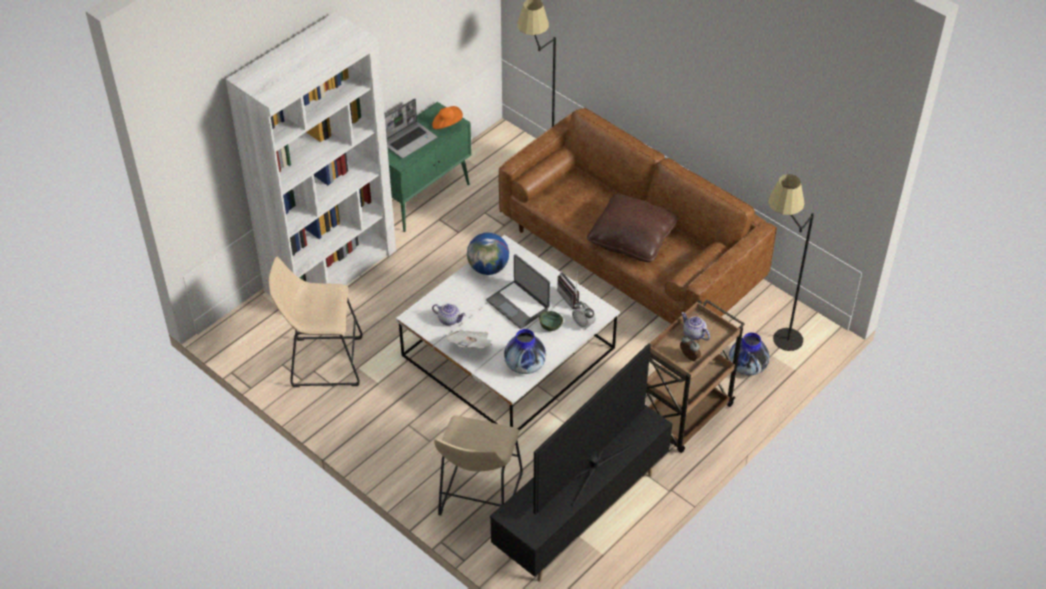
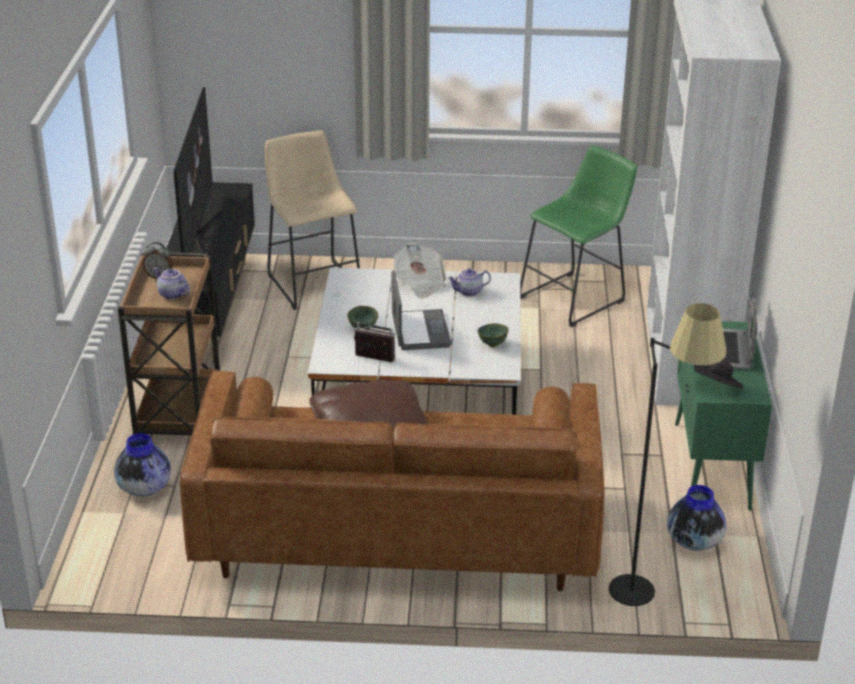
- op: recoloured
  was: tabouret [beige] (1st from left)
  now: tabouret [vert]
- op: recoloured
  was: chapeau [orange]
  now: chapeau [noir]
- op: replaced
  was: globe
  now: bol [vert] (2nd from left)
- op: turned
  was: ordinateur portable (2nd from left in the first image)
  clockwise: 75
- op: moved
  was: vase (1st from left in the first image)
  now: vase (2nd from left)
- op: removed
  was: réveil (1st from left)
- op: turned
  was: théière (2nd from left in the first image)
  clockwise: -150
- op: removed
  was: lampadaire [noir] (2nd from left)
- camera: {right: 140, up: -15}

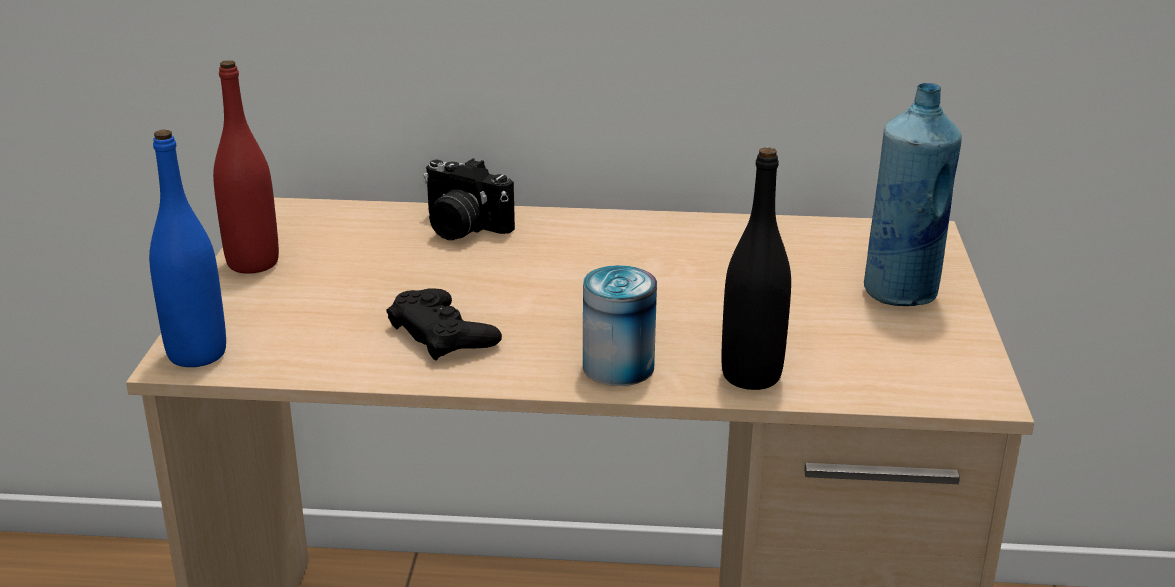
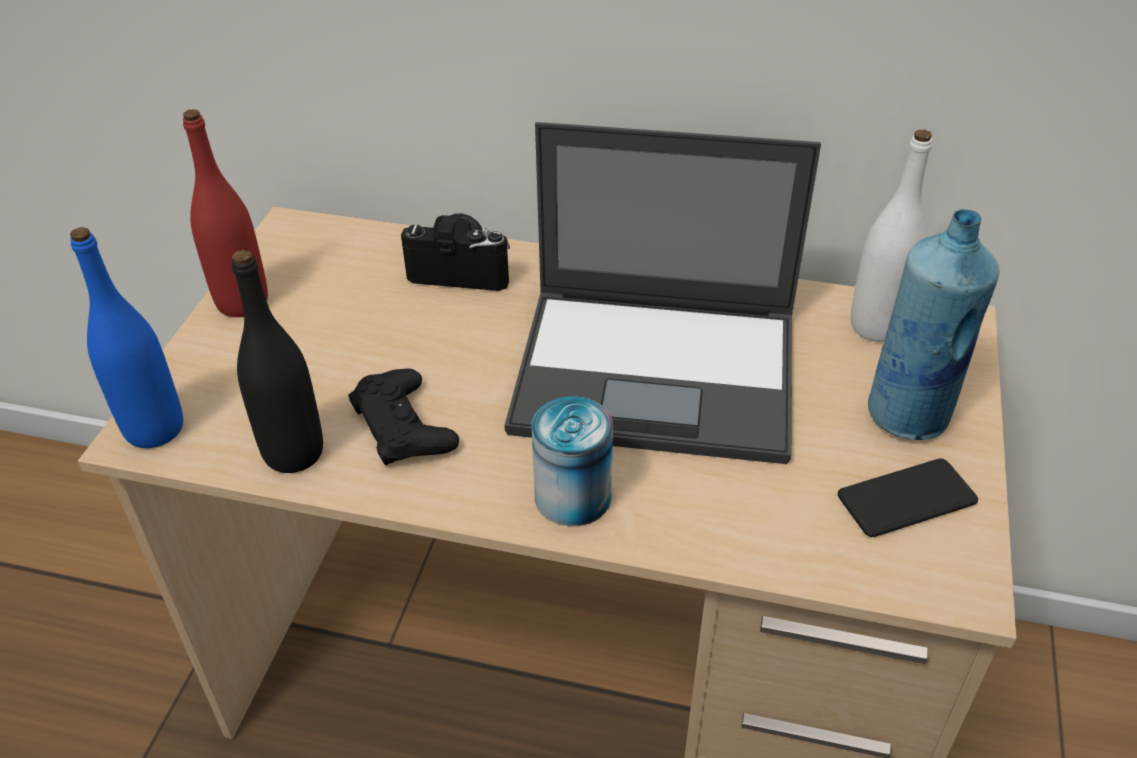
- op: turned
  was: appareil photo
  clockwise: 150
- op: moved
  was: bouteille [noir]
- op: added
  now: ordinateur portable
- op: added
  now: téléphone
- op: added
  now: bouteille [blanc]
- camera: {right: 10, up: 15}

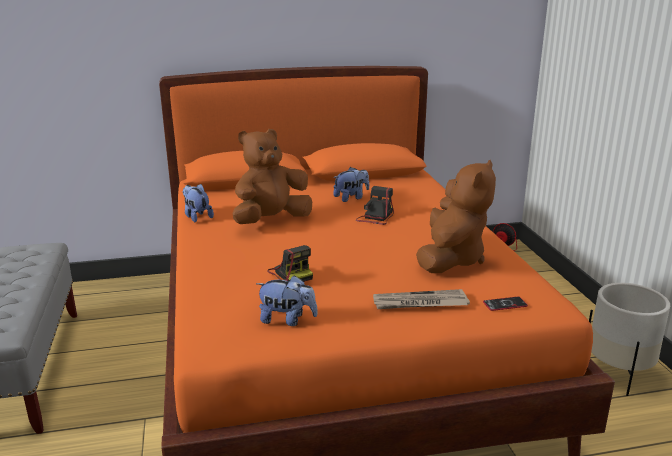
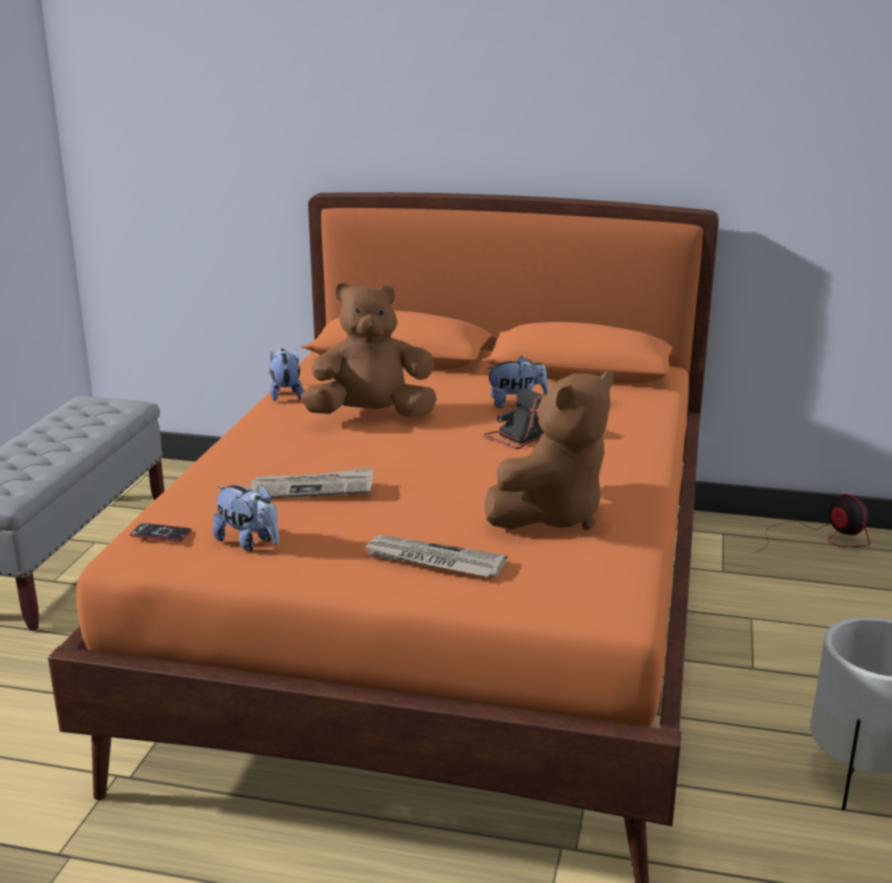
- op: replaced
  was: appareil photo (1st from left)
  now: journal (1st from left)
- op: moved
  was: téléphone
- camera: {right: 25, up: 0}

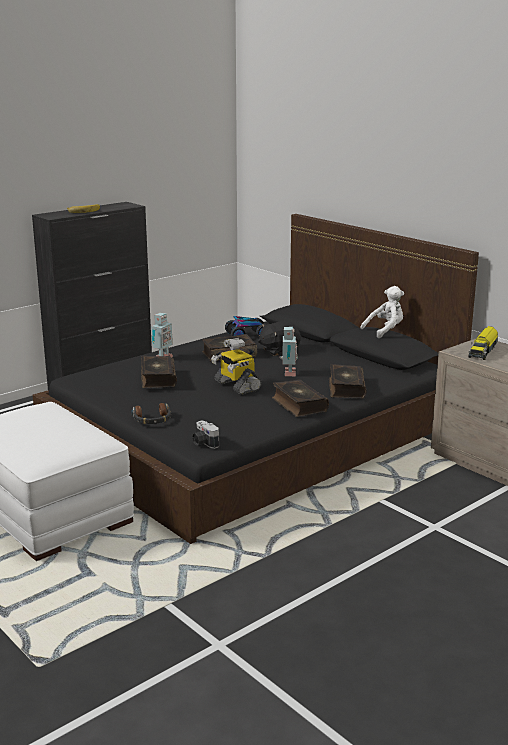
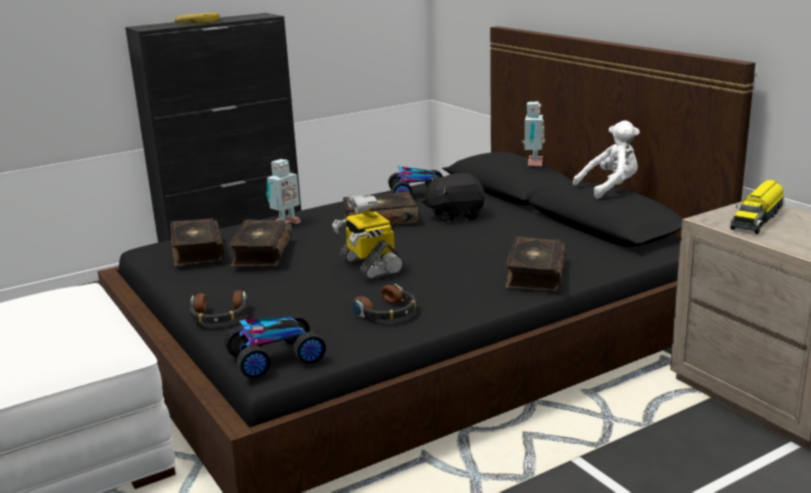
- op: replaced
  was: appareil photo
  now: petite voiture (1st from left)
- op: moved
  was: livre (3rd from left in the first image)
  now: livre (1st from left)
- op: moved
  was: robot jouet (3rd from left)
- op: added
  now: casque audio (2nd from left)
- camera: {right: 10, up: 0}

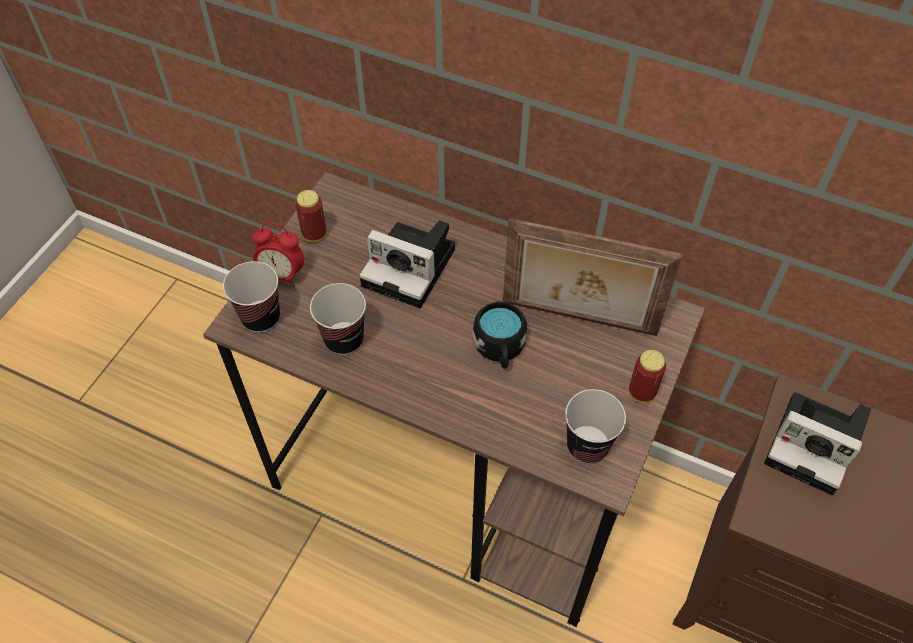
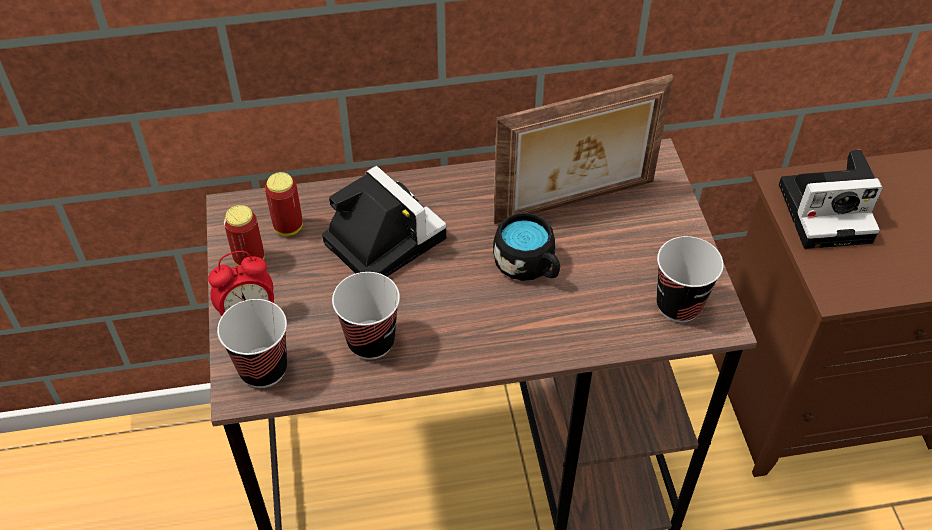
- op: turned
  was: appareil photo (1st from left)
  clockwise: -120
- op: moved
  was: boîte métallique (2nd from left)
- camera: {right: -35, up: -5}

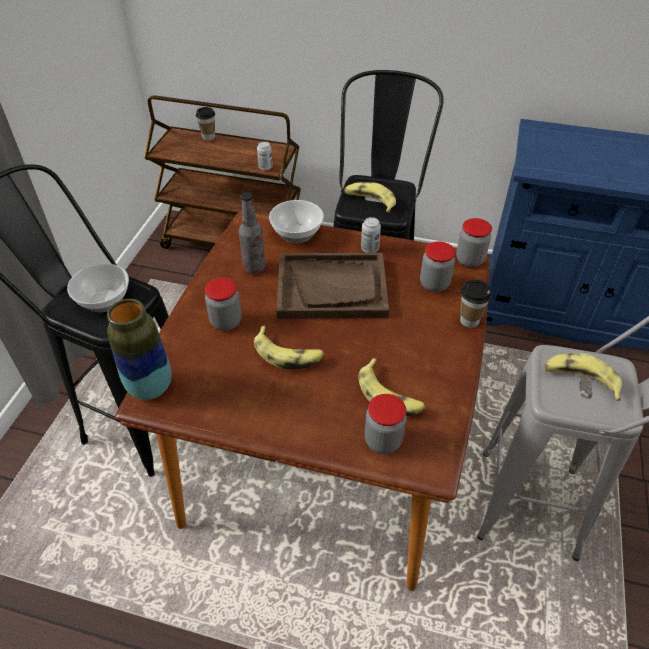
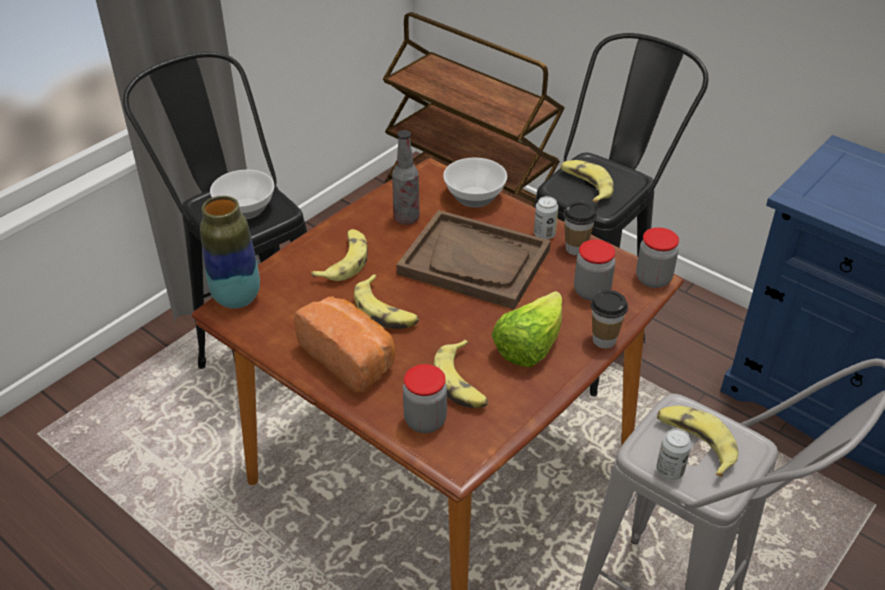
- op: moved
  was: tasse (1st from left)
- op: replaced
  was: bocal (1st from left)
  now: banane (1st from left)
- op: moved
  was: boîte métallique (1st from left in the first image)
  now: boîte métallique (2nd from left)
- op: added
  now: pain
- op: added
  now: laitue
- camera: {right: 25, up: -5}

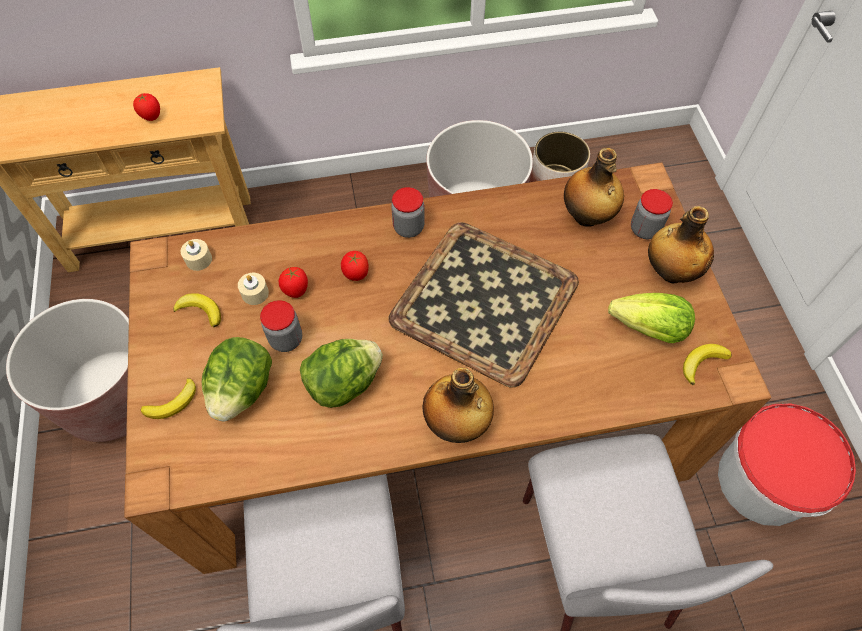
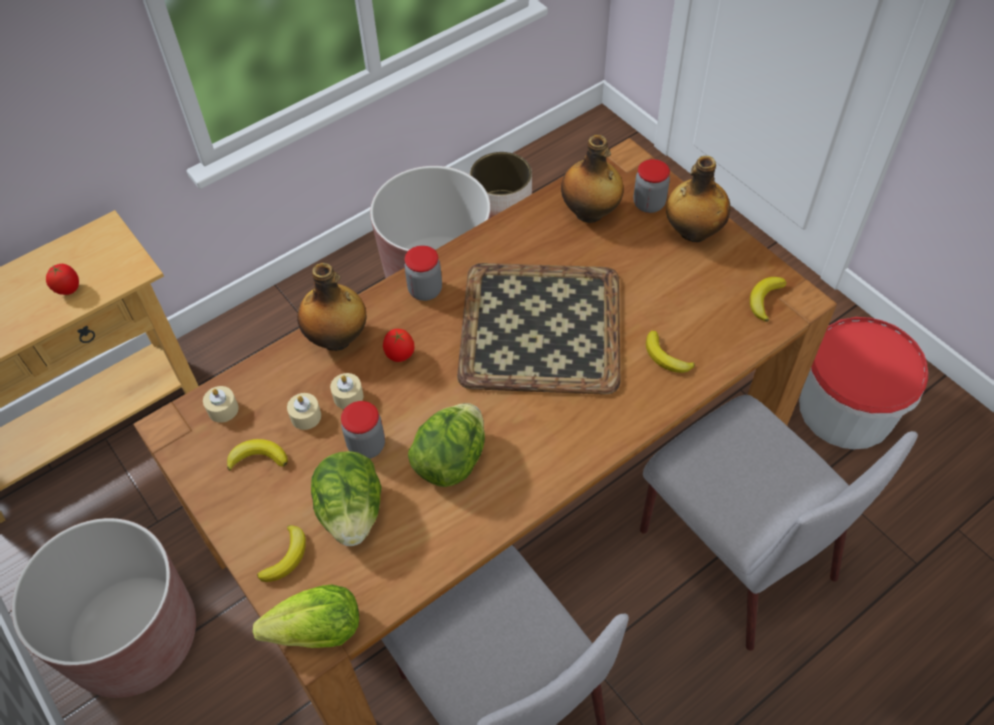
- op: replaced
  was: tomate (2nd from left)
  now: bougie [beige] (3rd from left)
- op: moved
  was: bouteille (1st from left)
- op: moved
  was: laitue (3rd from left in the first image)
  now: laitue (1st from left)
- op: added
  now: banane (3rd from left)
- camera: {right: -25, up: -5}

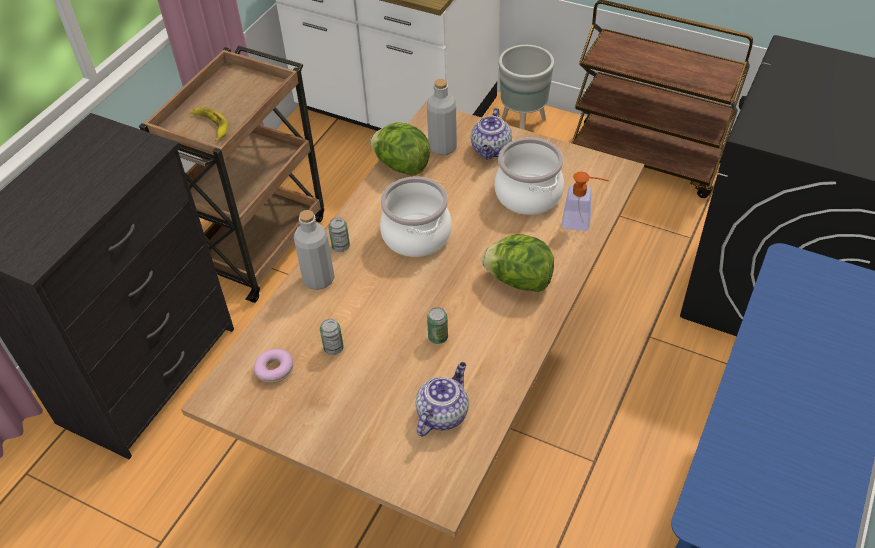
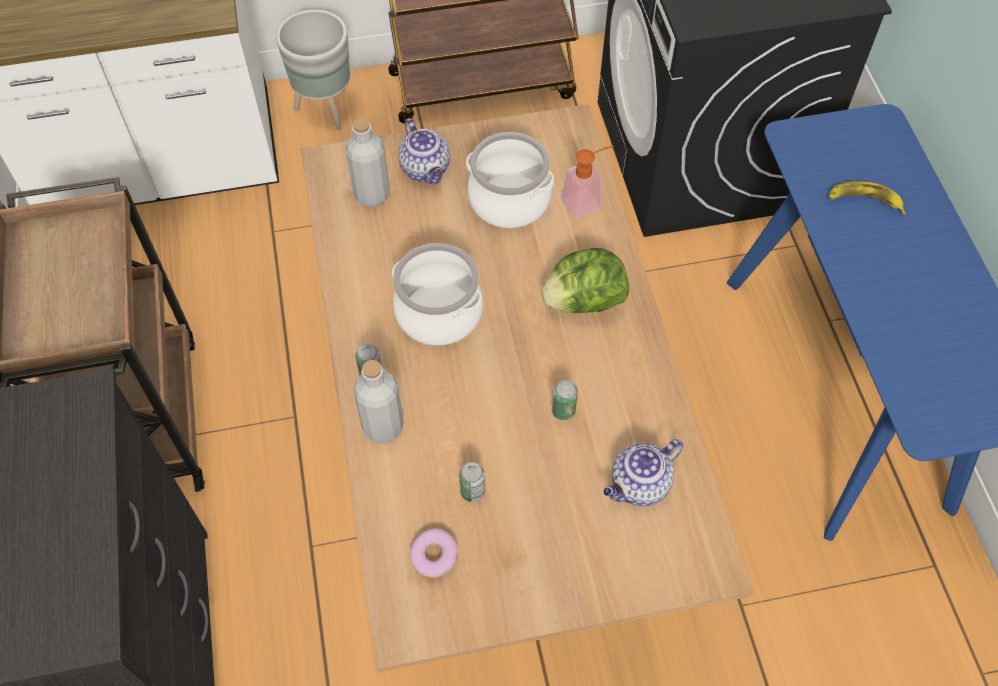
- op: moved
  was: banane
- op: removed
  was: laitue (1st from left)
- op: turned
  was: théière (1st from left in the first image)
  clockwise: -120
- camera: {right: -40, up: 10}

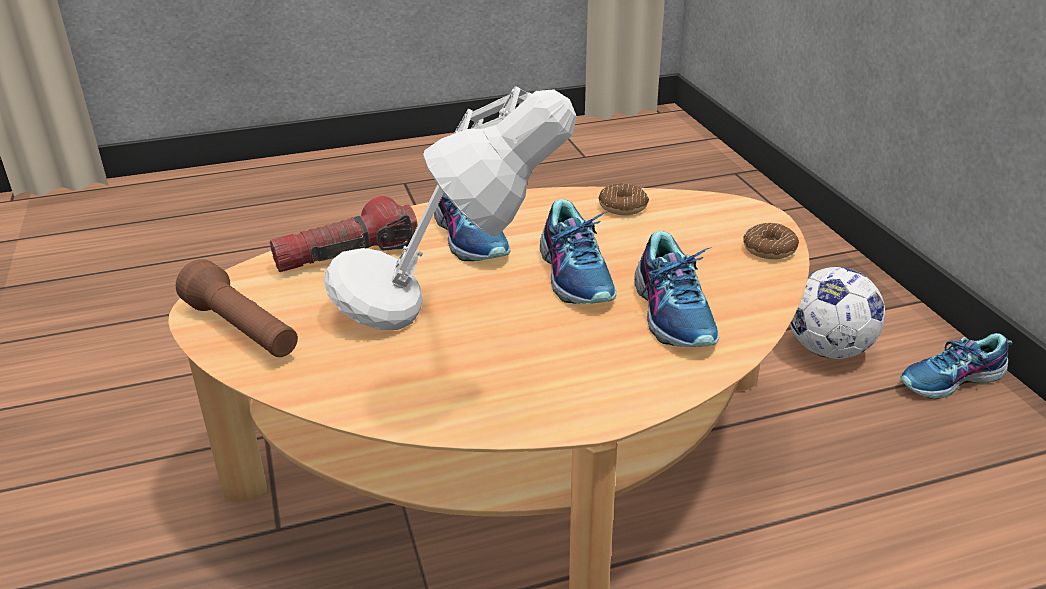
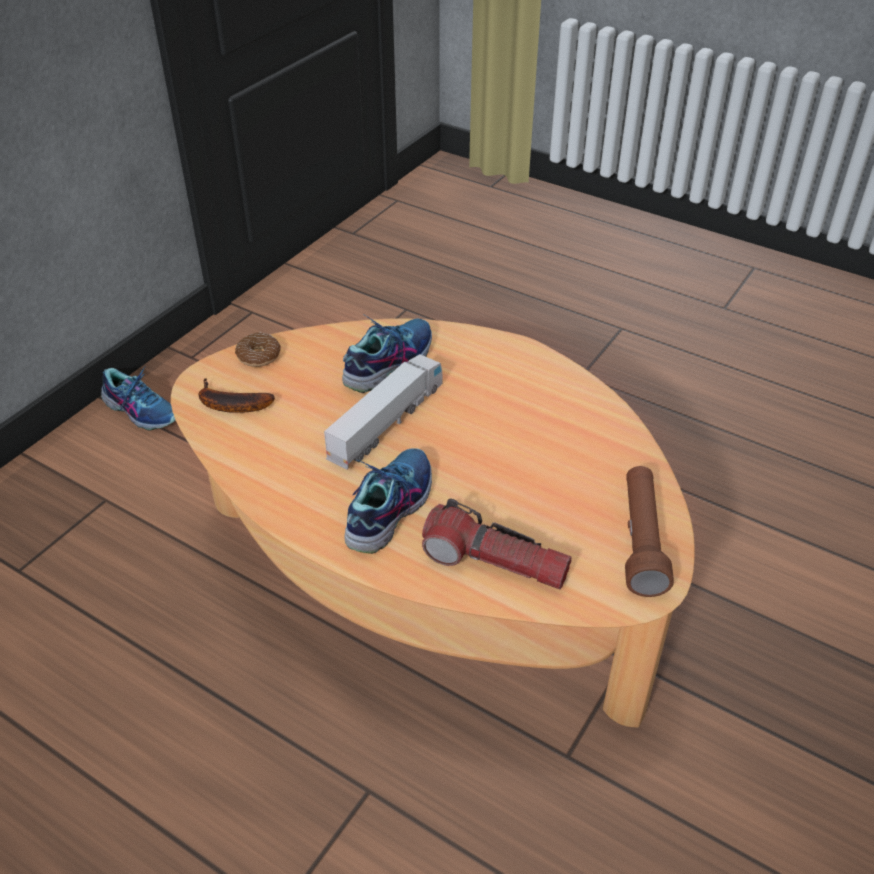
- op: removed
  was: lampe de table [gris]
- op: replaced
  was: chaussure (2nd from left)
  now: camion jouet
- op: removed
  was: beignet (1st from left)
- op: removed
  was: ballon de foot
- op: added
  now: banane
- camera: {right: -130, up: 10}

